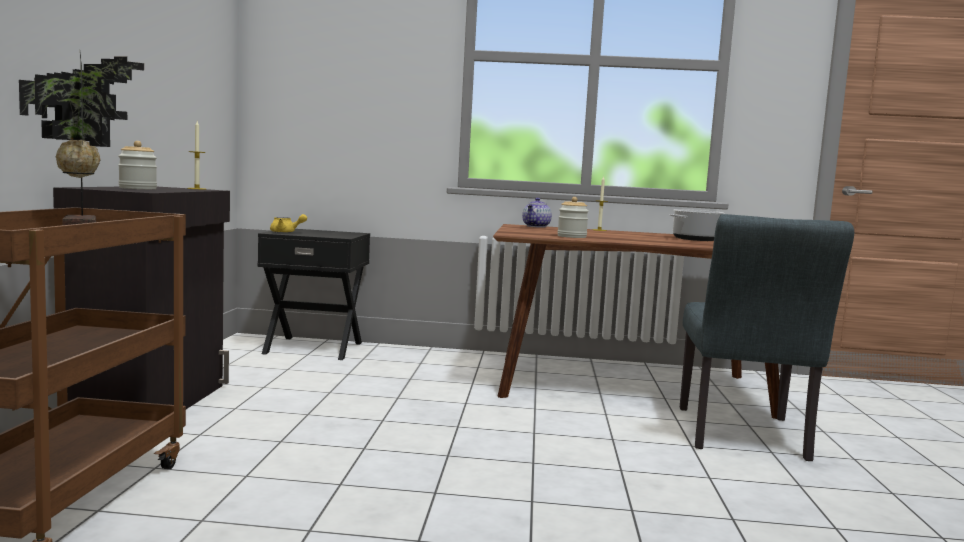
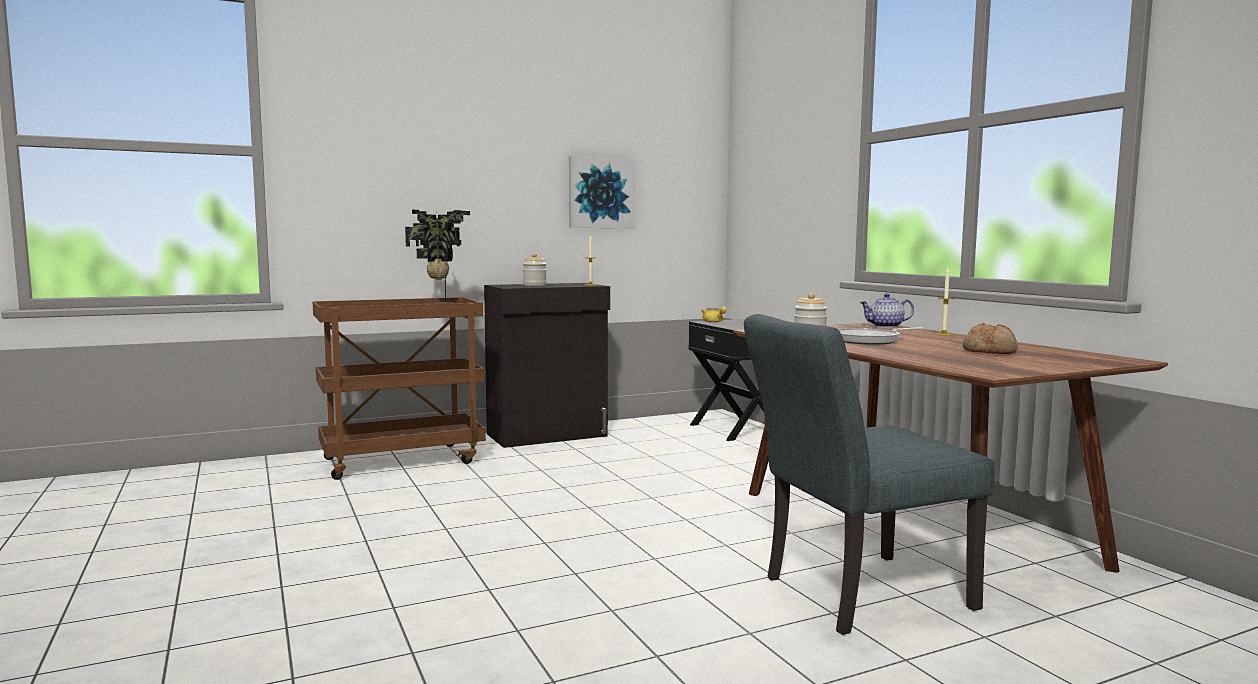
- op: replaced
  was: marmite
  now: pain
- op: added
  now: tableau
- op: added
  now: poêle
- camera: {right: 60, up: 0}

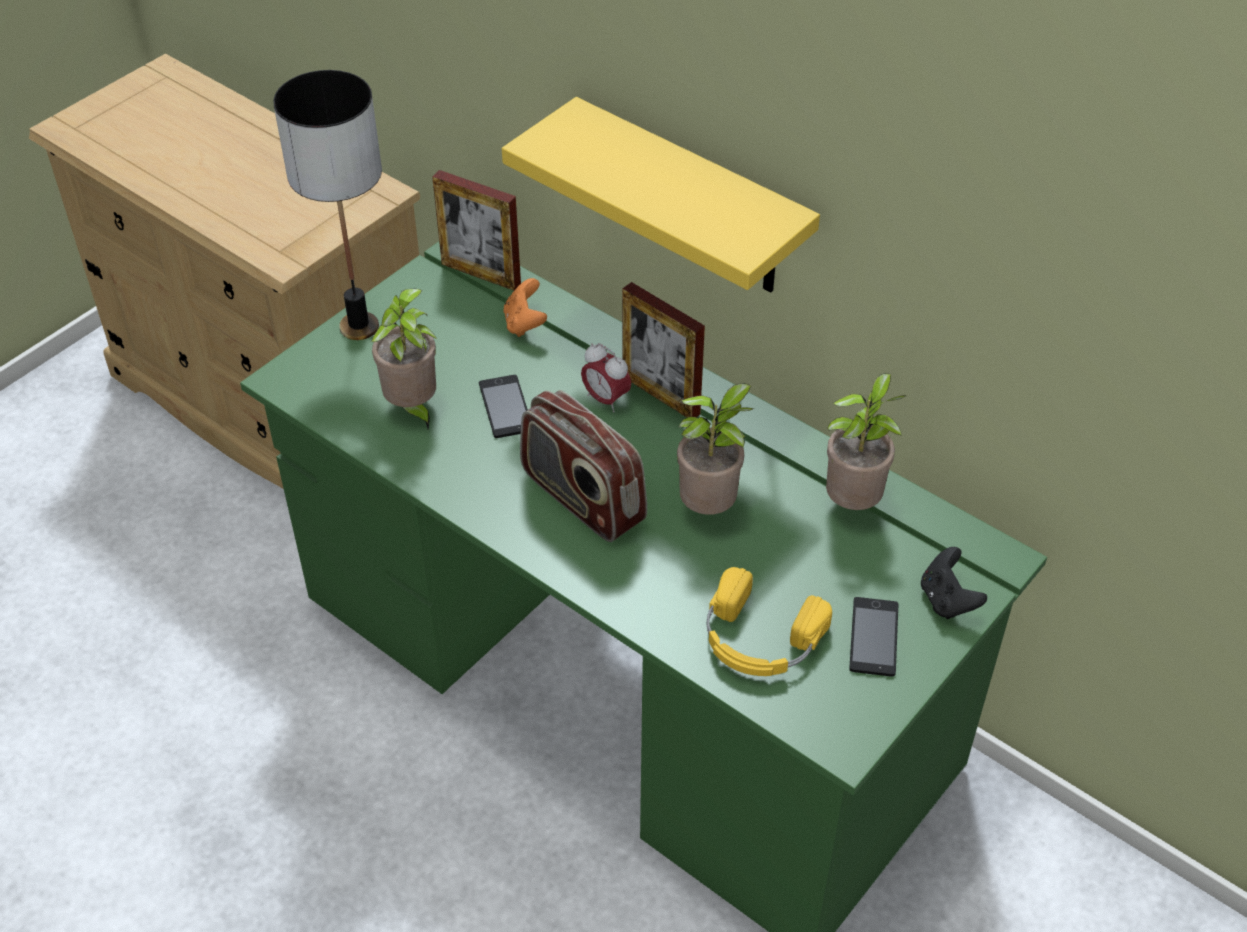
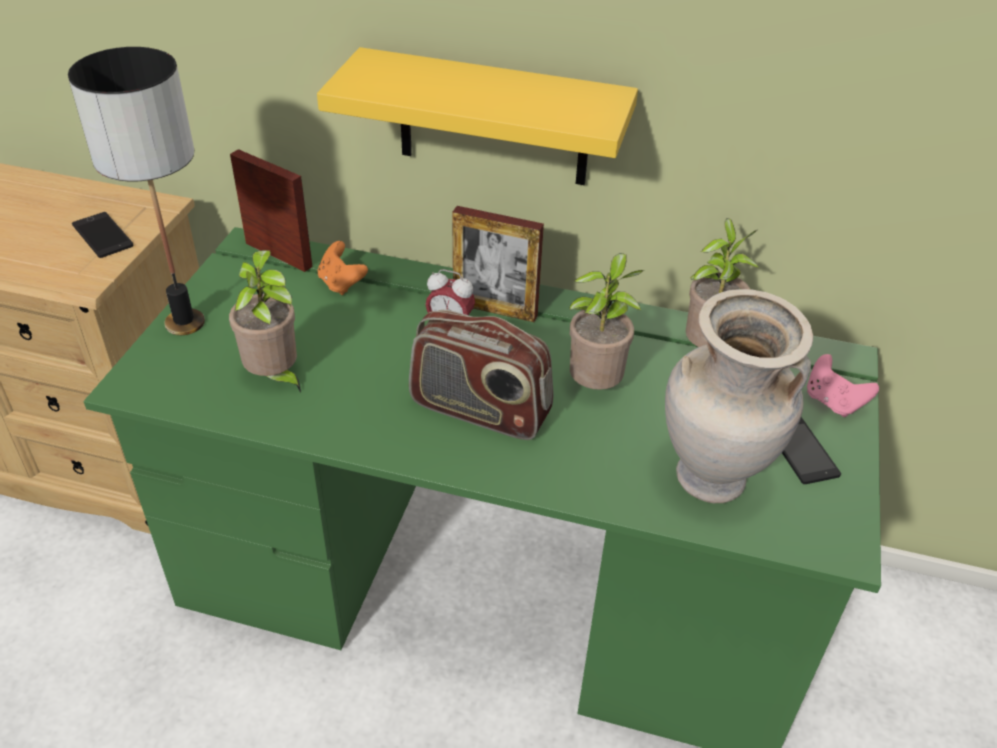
- op: turned
  was: cadre photo (1st from left)
  clockwise: -150
- op: moved
  was: téléphone (1st from left)
- op: replaced
  was: casque audio [jaune]
  now: vase [beige]
- op: recoloured
  was: manette [noir]
  now: manette [rose]
- camera: {right: -25, up: -5}

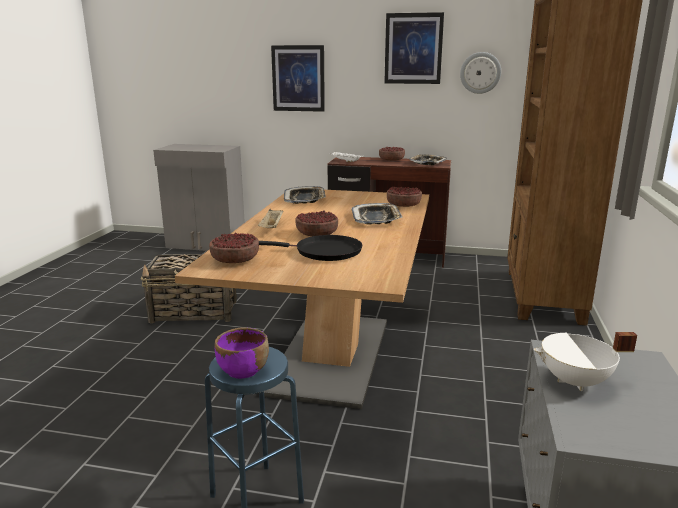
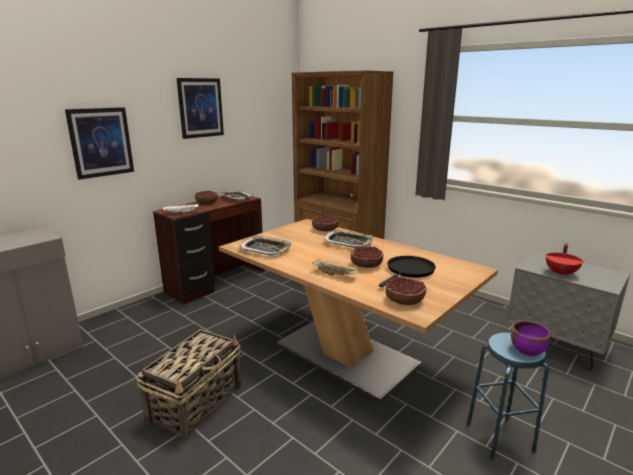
- op: removed
  was: horloge murale
- op: recoloured
  was: marmite [blanc]
  now: marmite [rouge]
- camera: {right: -60, up: 0}

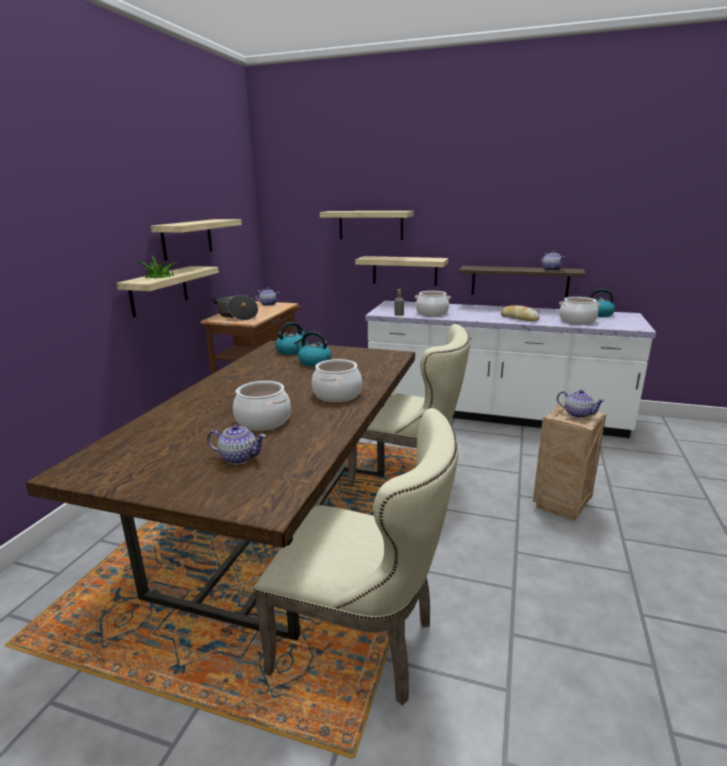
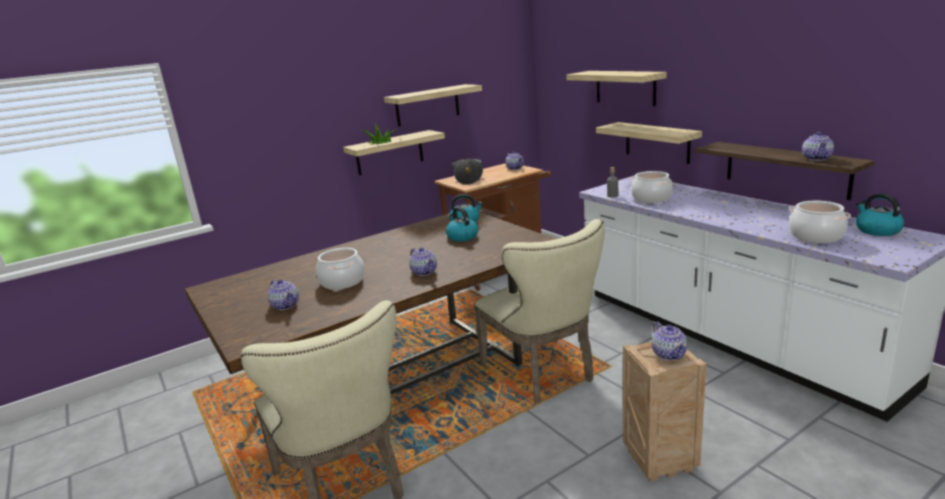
- op: replaced
  was: marmite (3rd from left)
  now: théière (2nd from left)
- op: removed
  was: pain
- camera: {right: 40, up: 0}

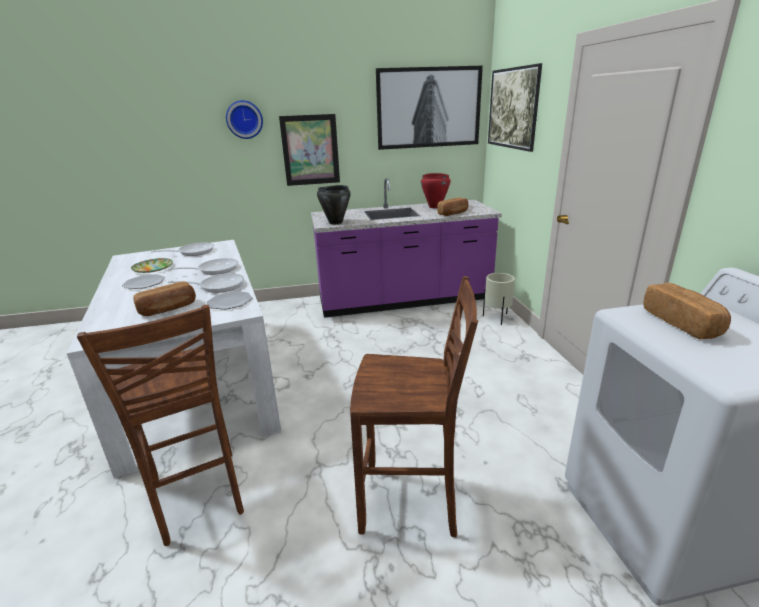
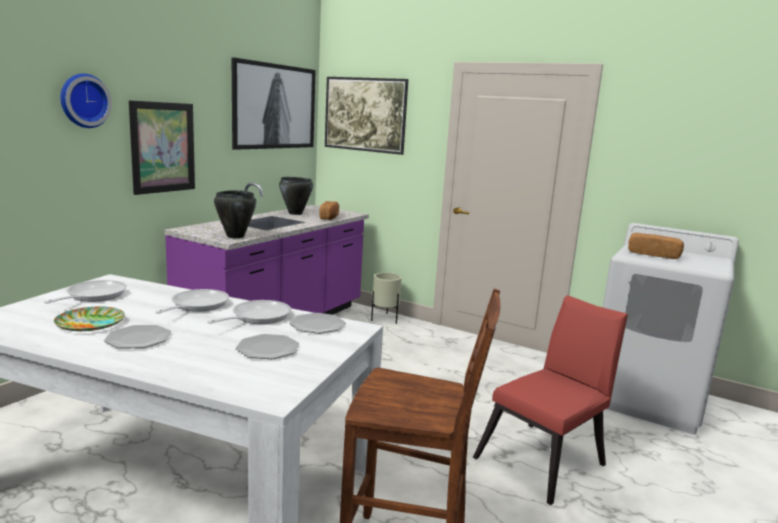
- op: replaced
  was: pain (1st from left)
  now: assiette (3rd from left)
- op: replaced
  was: tabouret [marron] (2nd from left)
  now: chaise [rouge]
- op: recoloured
  was: marmite [rouge]
  now: marmite [noir] (2nd from left)
- camera: {right: -50, up: -10}

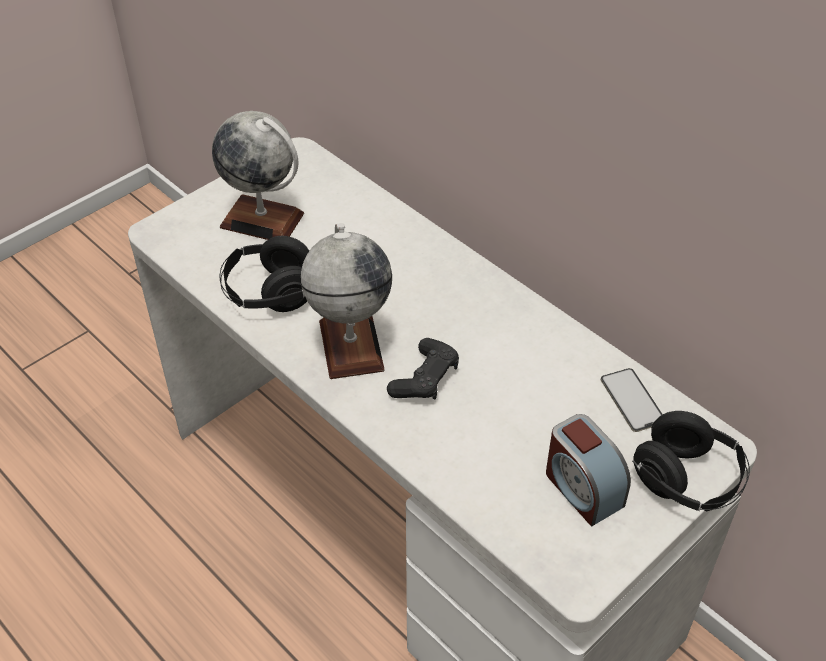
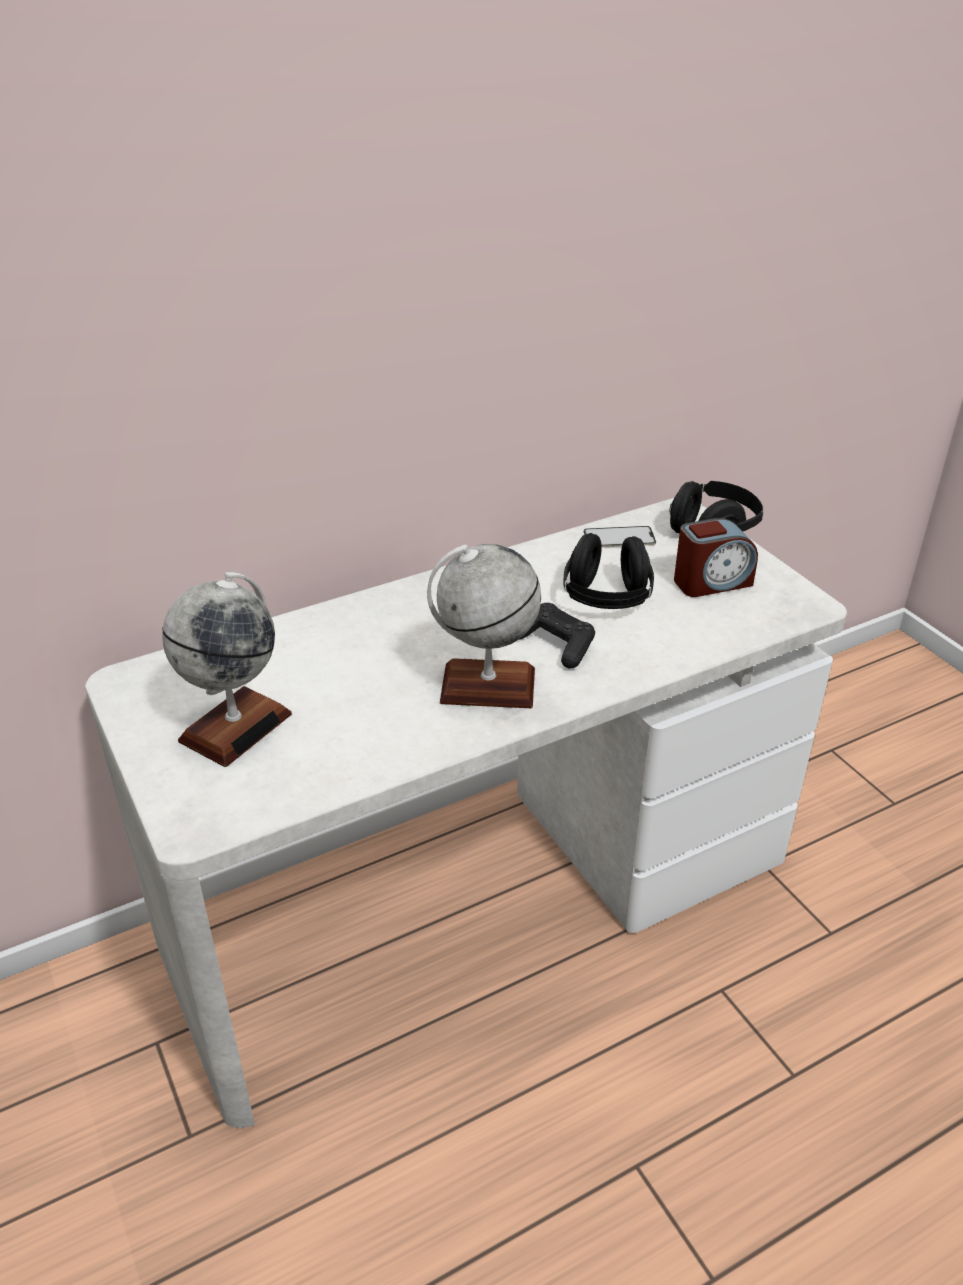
- op: moved
  was: casque audio [noir] (1st from left)
- camera: {right: -75, up: -10}

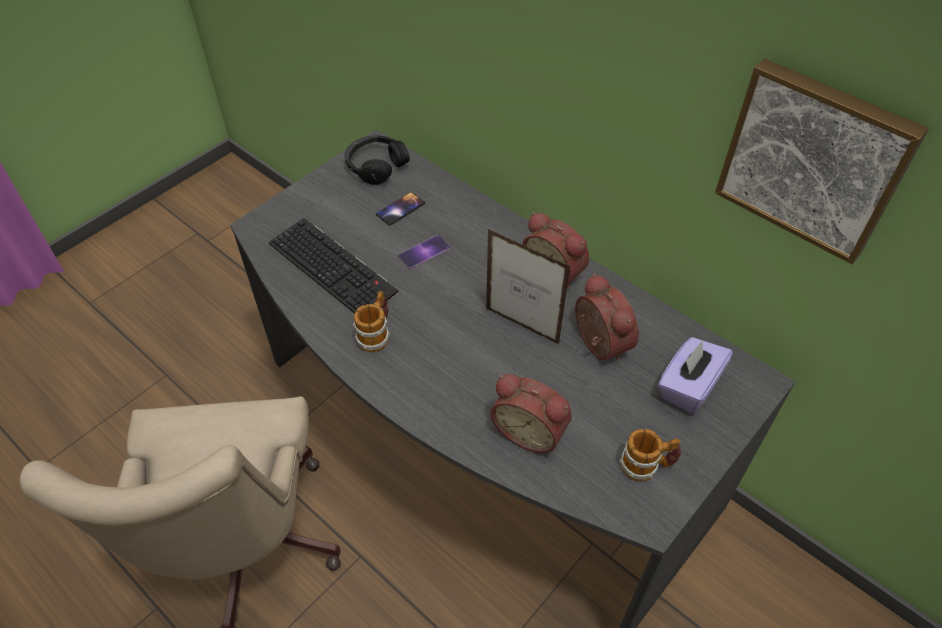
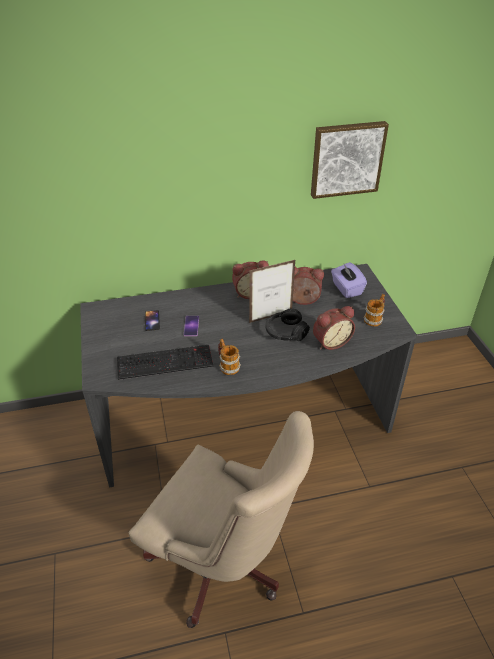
- op: moved
  was: casque audio [noir]
- camera: {right: -55, up: -10}

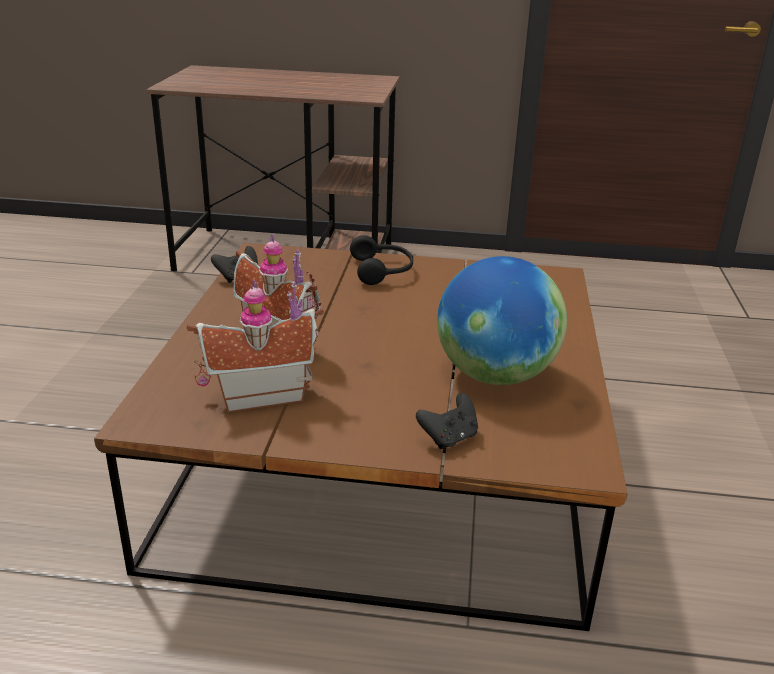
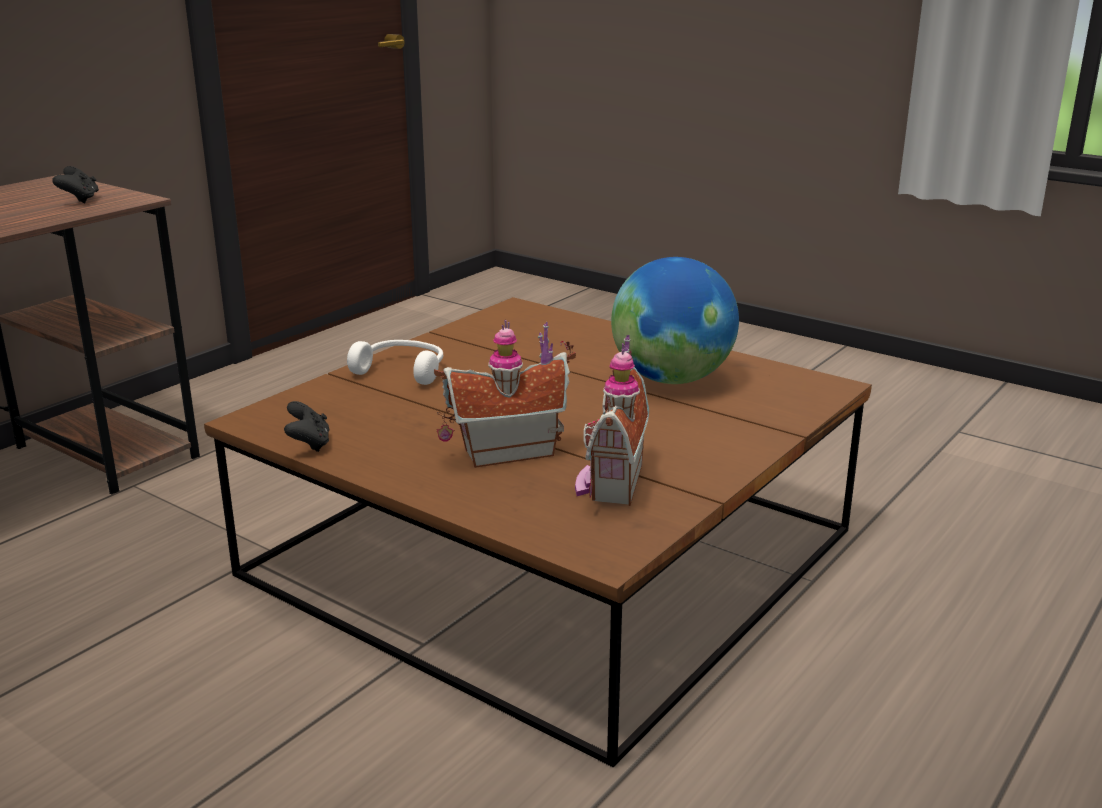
- op: recoloured
  was: casque audio [noir]
  now: casque audio [blanc]
- op: moved
  was: manette [noir] (2nd from left in the first image)
  now: manette [noir] (1st from left)
- camera: {right: -60, up: -5}

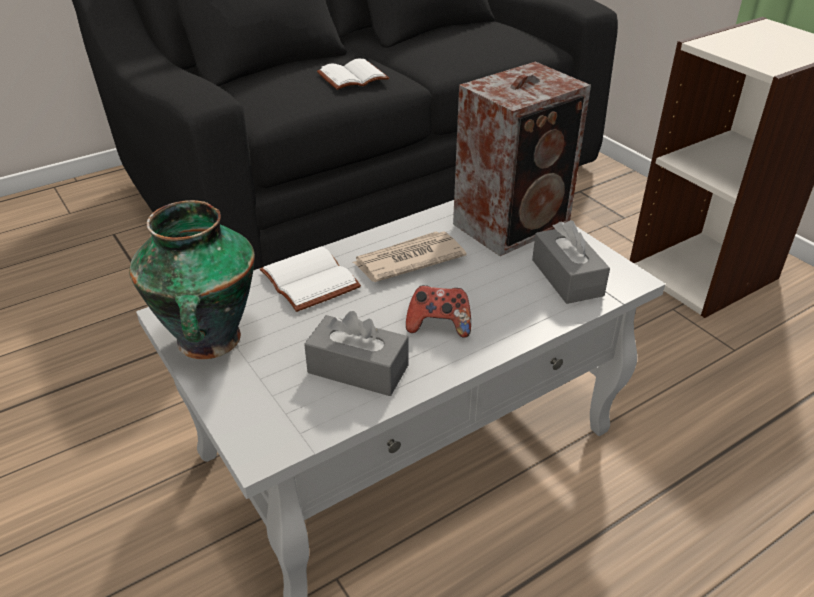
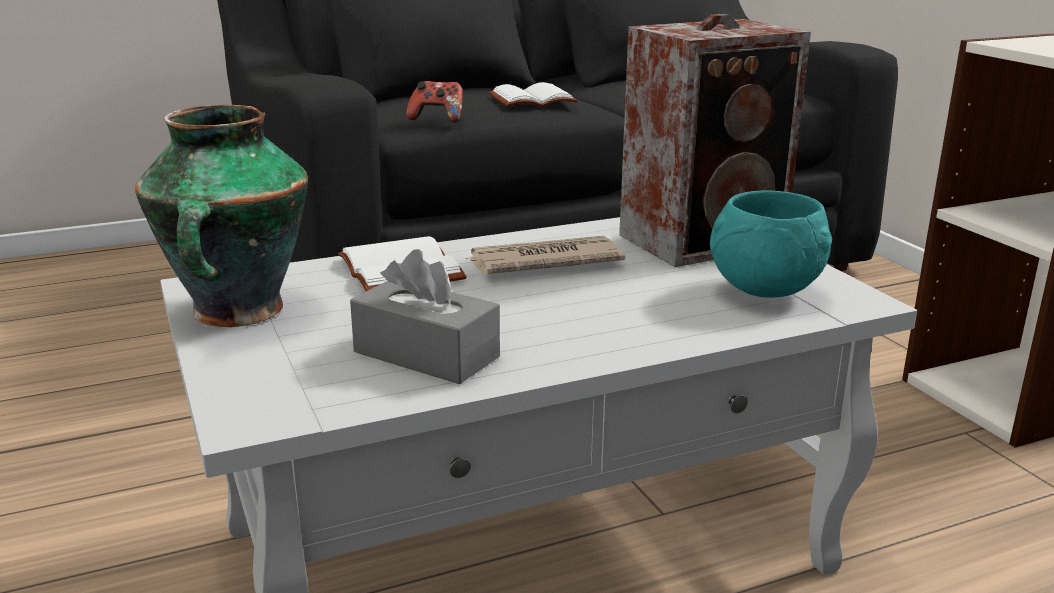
- op: moved
  was: manette
- op: replaced
  was: boîte à mouchoirs [gris] (2nd from left)
  now: bol [turquoise]
- camera: {right: 10, up: -15}

